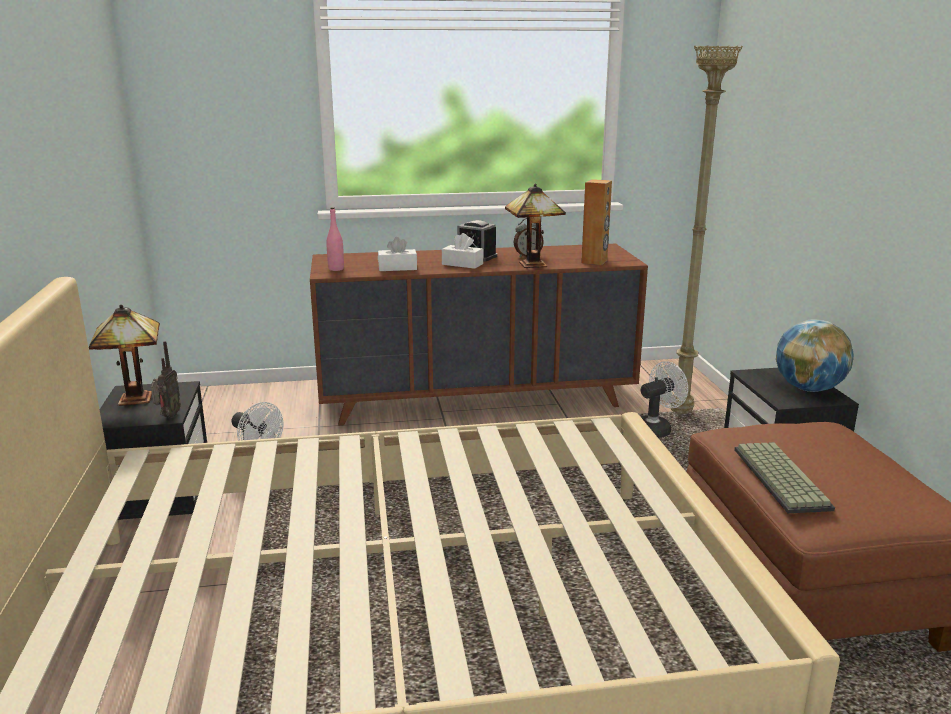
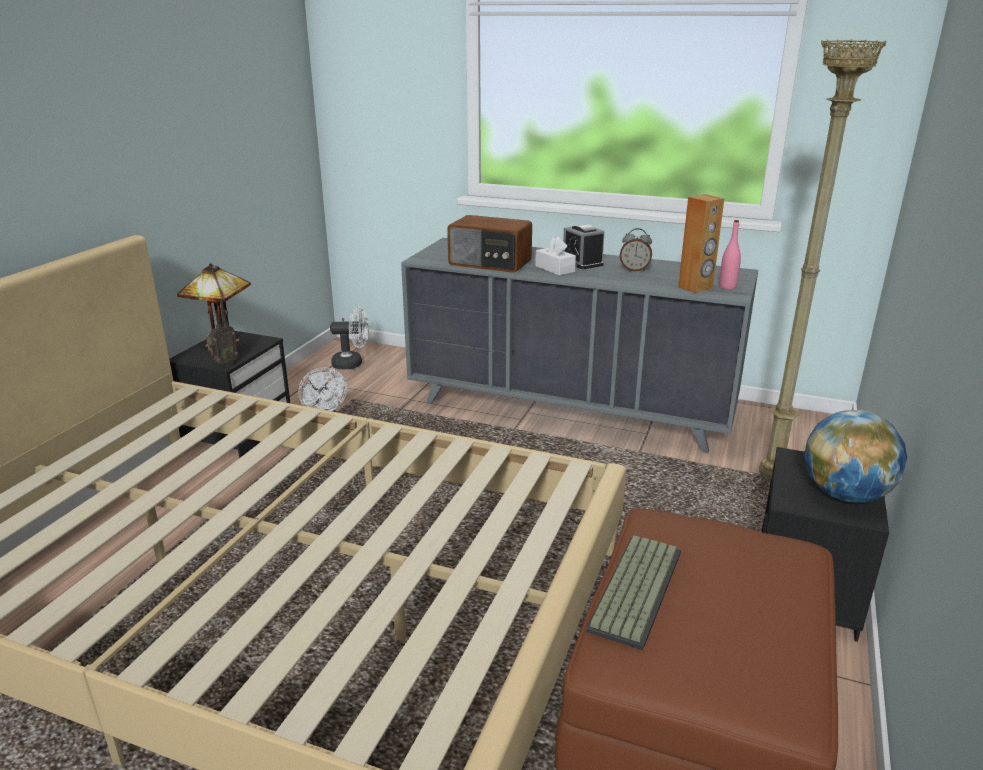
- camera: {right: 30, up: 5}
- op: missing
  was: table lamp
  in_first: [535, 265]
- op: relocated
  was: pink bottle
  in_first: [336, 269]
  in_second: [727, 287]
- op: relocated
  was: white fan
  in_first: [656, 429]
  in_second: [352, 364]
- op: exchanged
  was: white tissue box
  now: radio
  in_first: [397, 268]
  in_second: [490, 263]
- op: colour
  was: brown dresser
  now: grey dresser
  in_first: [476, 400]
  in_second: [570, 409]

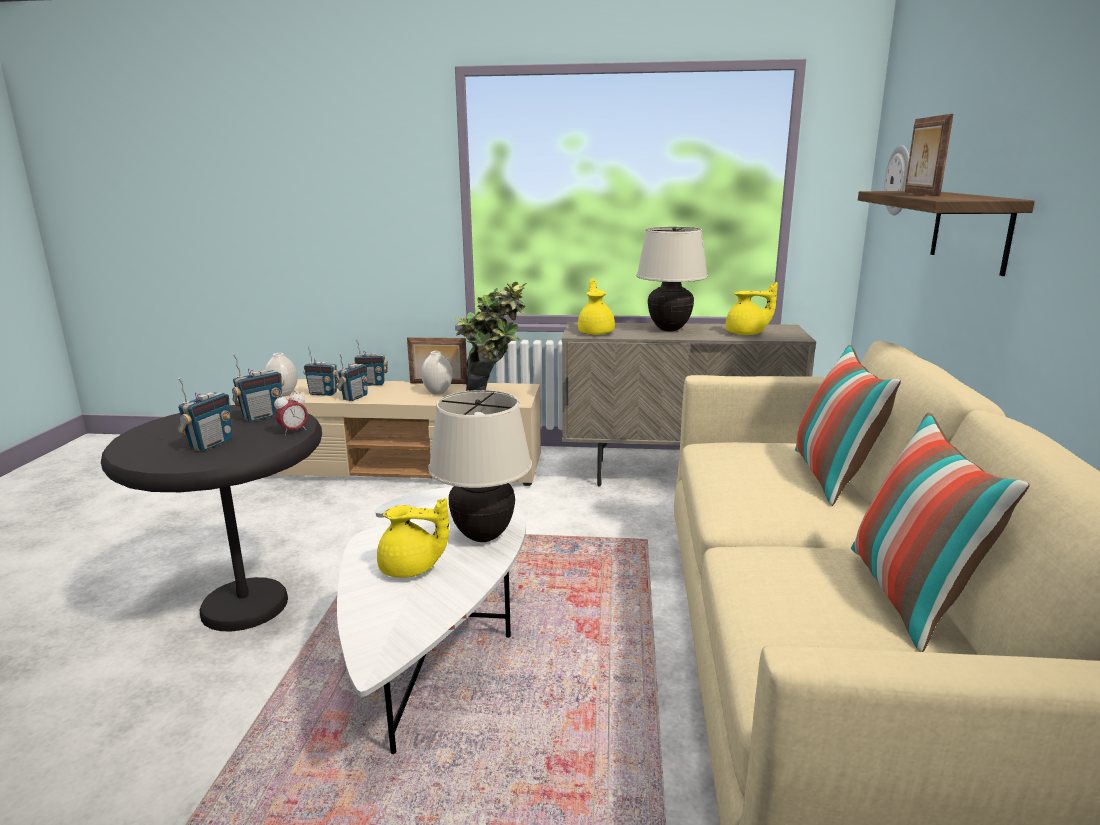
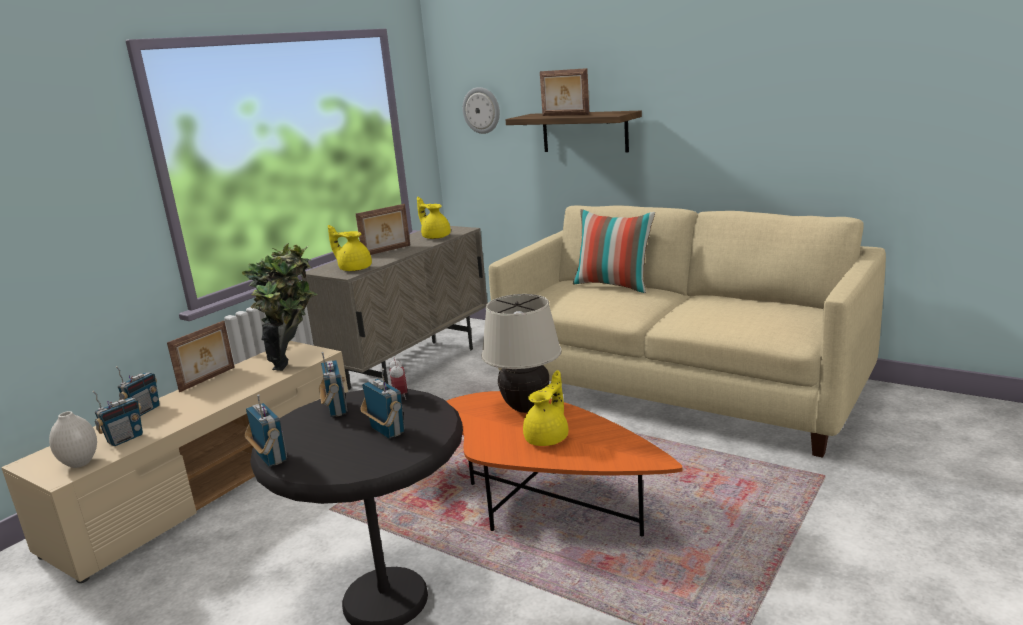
- camera: {right: -60, up: 0}
- op: missing
  was: white vase
  in_first: [437, 392]
- op: missing
  was: pillow
  in_first: [911, 597]
- op: relocated
  was: radio
  in_first: [355, 397]
  in_second: [270, 458]
- op: exchanged
  was: beige table lamp
  now: picture frame
  in_first: [669, 329]
  in_second: [387, 251]
- op: colour
  was: white coffee table
  now: orange coffee table
  in_first: [437, 644]
  in_second: [537, 503]
- op: spun
  was: yellow teapot
  in_first: [746, 334]
  in_second: [435, 237]
  clockwise: -75

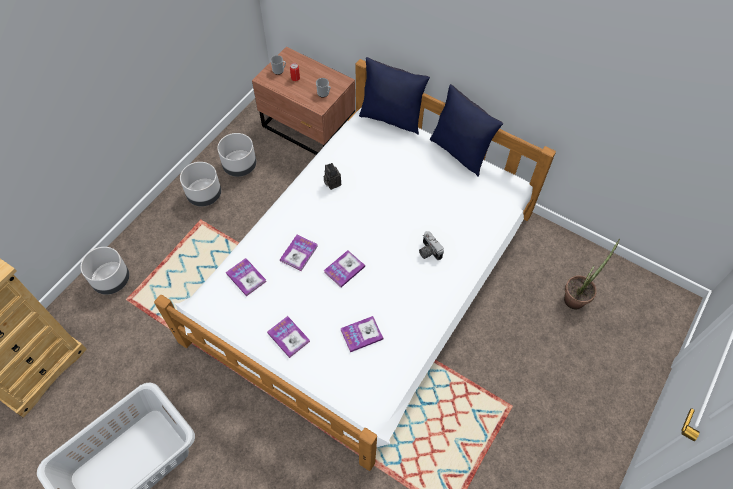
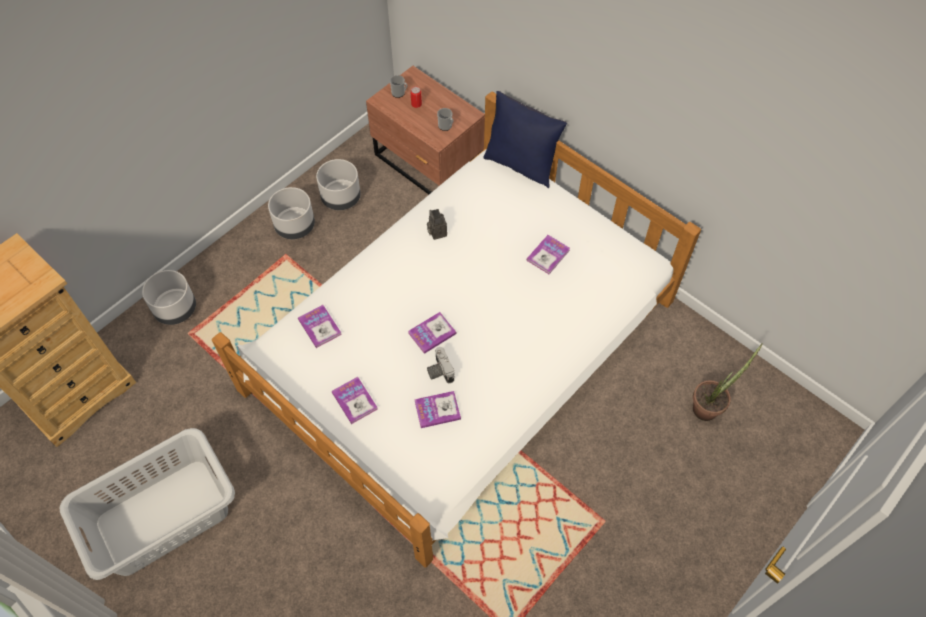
- camera: {right: 10, up: 0}
- op: missing
  was: blue pillow
  in_first: [460, 152]
- op: relocated
  was: book
  in_first: [299, 253]
  in_second: [548, 255]
- op: relocated
  was: photo camera
  in_first: [428, 251]
  in_second: [439, 371]

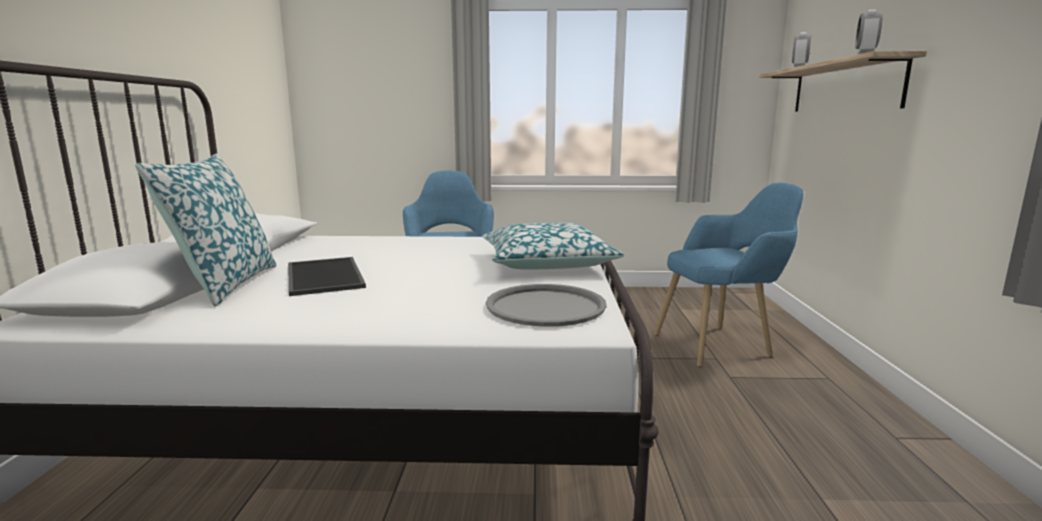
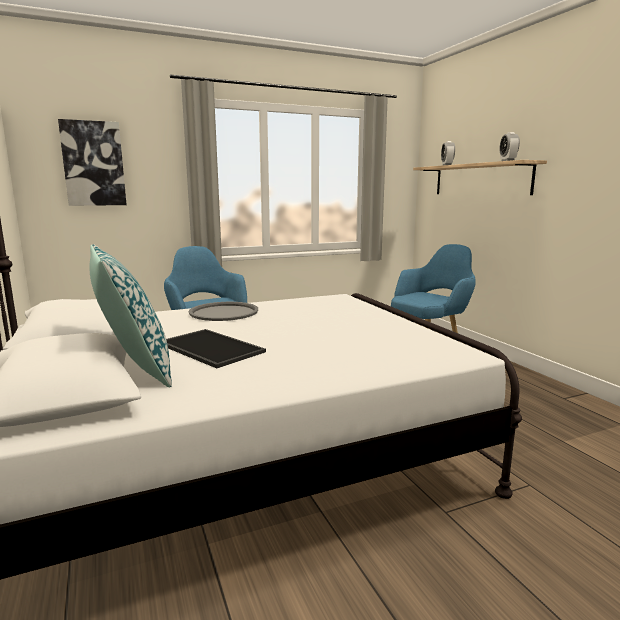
- camera: {right: -25, up: 0}
- op: missing
  was: pillow
  in_first: [547, 263]
- op: appeared
  now: picture
  in_second: [93, 164]
- op: relocated
  was: grey tray
  in_first: [545, 306]
  in_second: [224, 312]

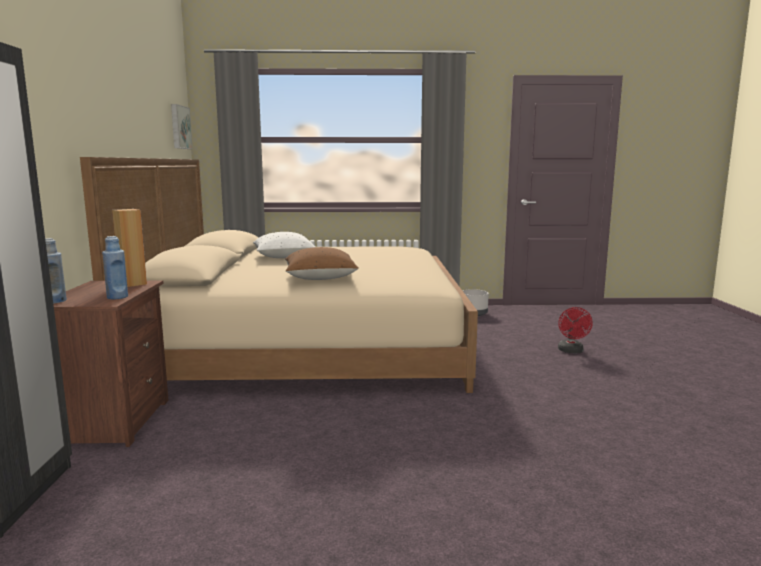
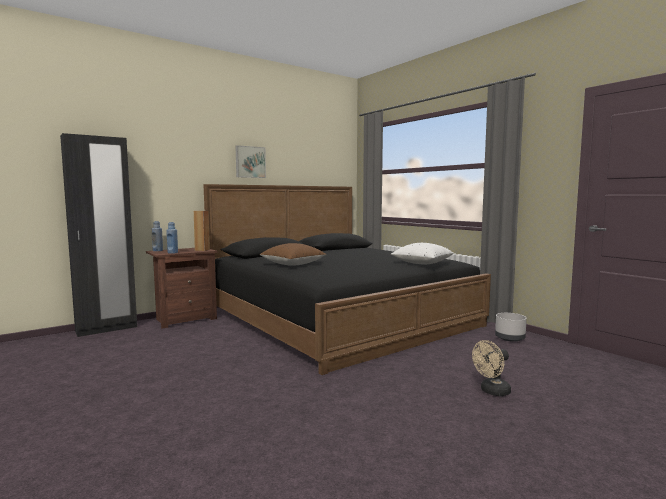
- camera: {right: 55, up: -5}
- op: relocated
  was: picture
  in_first: [179, 127]
  in_second: [250, 162]
- op: relocated
  was: white pillow
  in_first: [284, 257]
  in_second: [422, 263]
- op: colour
  was: beige bed
  now: black bed
  in_first: [307, 343]
  in_second: [338, 317]
- op: colour
  was: red fan
  now: beige fan
  in_first: [571, 351]
  in_second: [492, 391]

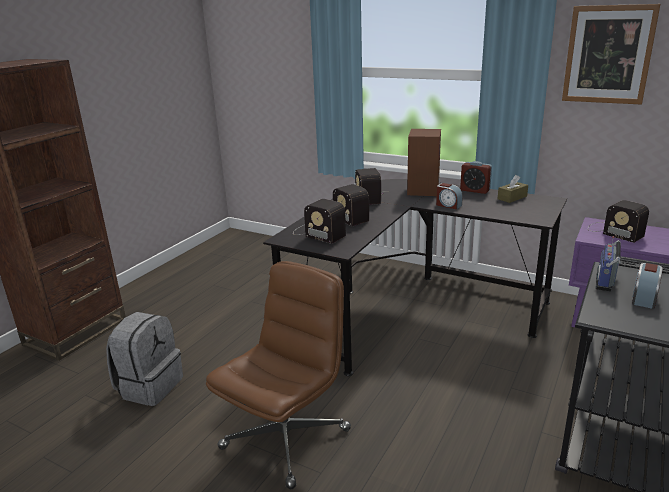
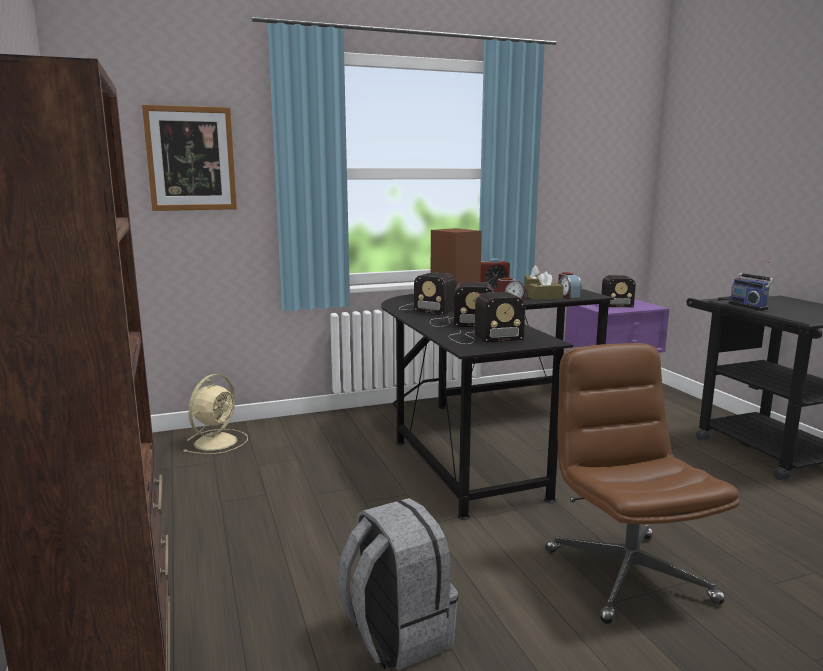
- camera: {right: -50, up: -10}
- op: appeared
  now: beige fan
  in_second: [217, 441]
- op: appeared
  now: brown tissue box
  in_second: [545, 297]
- op: relocated
  was: picture
  in_first: [608, 55]
  in_second: [191, 159]
- op: relocated
  was: alarm clock
  in_first: [644, 298]
  in_second: [568, 295]

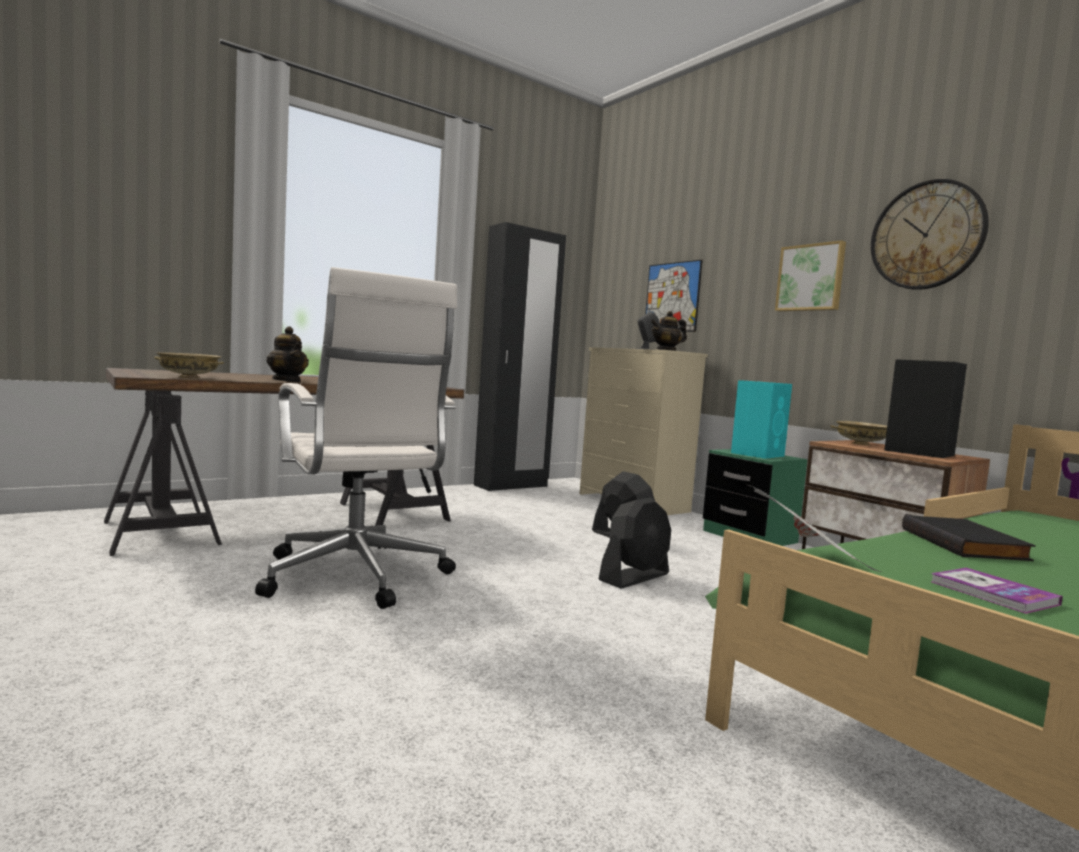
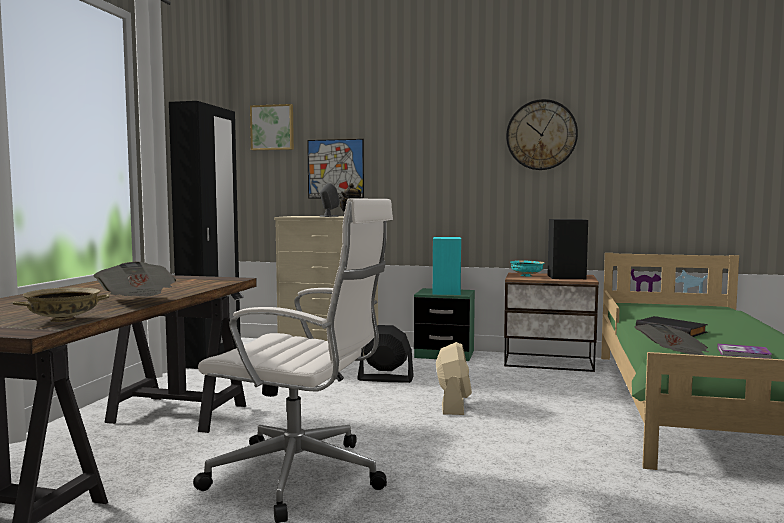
- camera: {right: -40, up: 0}
- op: relocated
  was: picture
  in_first: [811, 278]
  in_second: [272, 127]
- op: exchanged
  was: teapot
  now: newspaper
  in_first: [287, 381]
  in_second: [138, 302]
- op: colour
  was: black fan
  now: beige fan
  in_first: [635, 577]
  in_second: [453, 404]
- op: colour
  was: beige bowl
  now: turquoise bowl
  in_first: [861, 444]
  in_second: [527, 275]

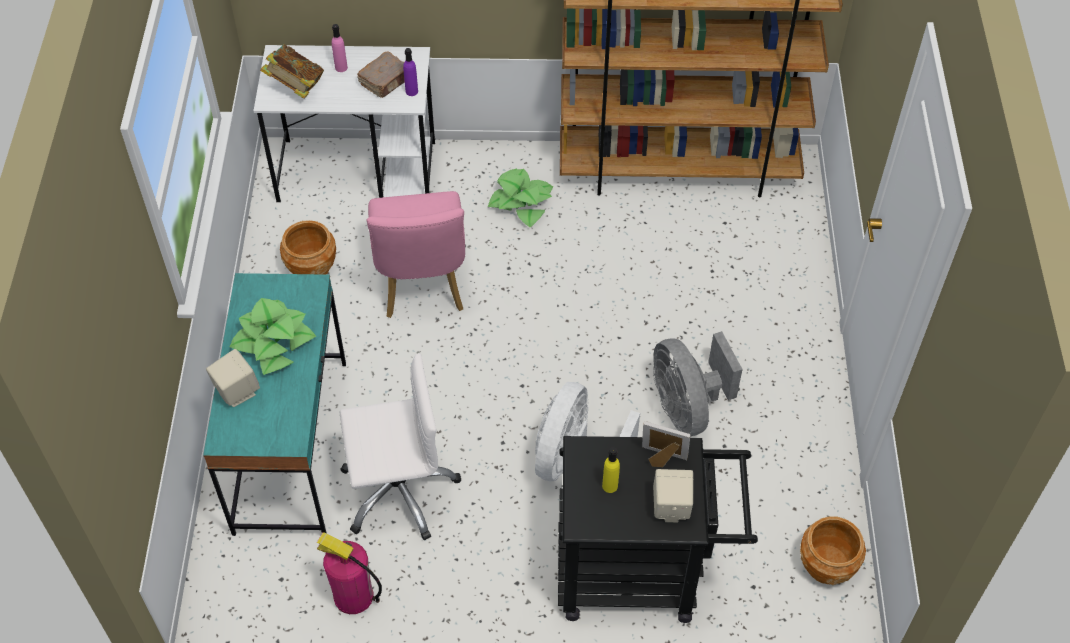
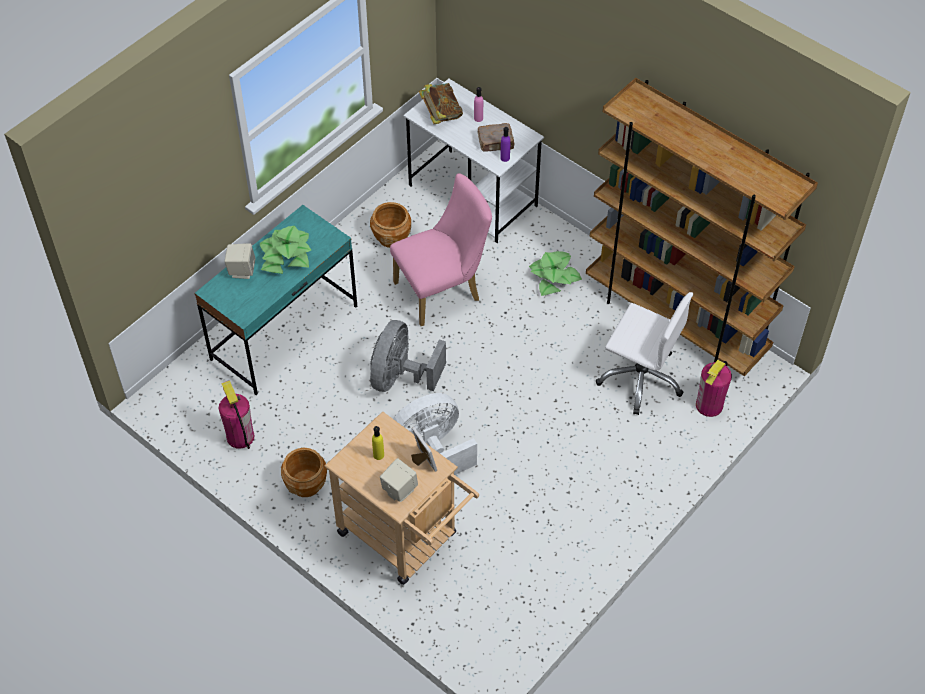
- camera: {right: 40, up: 0}
- op: appeared
  now: fire extinguisher
  in_second: [709, 405]
- op: relocated
  was: white office chair
  in_first: [398, 490]
  in_second: [640, 378]
- op: relocated
  was: grey fan
  in_first: [686, 407]
  in_second: [400, 377]
- op: relocated
  was: brown planter
  in_first: [826, 565]
  in_second: [306, 484]
- op: colour
  was: black cart
  now: beige cart
  in_first: [641, 572]
  in_second: [404, 539]
- op: spun
  was: pink chair
  in_first: [422, 287]
  in_second: [443, 290]
  clockwise: -150

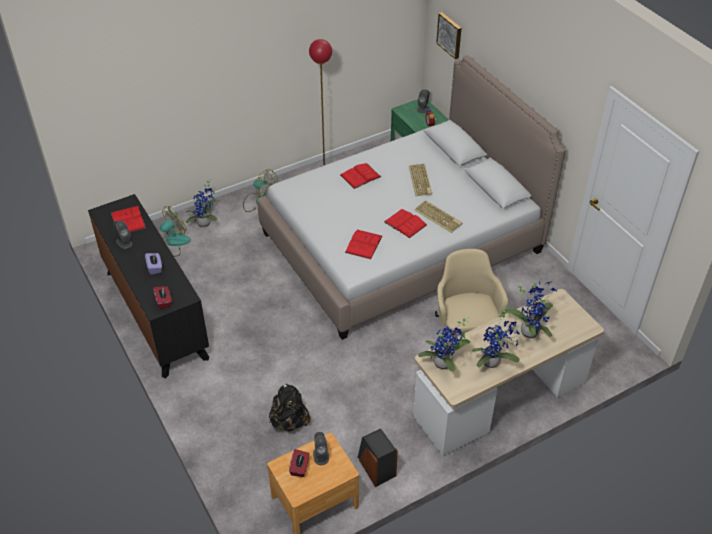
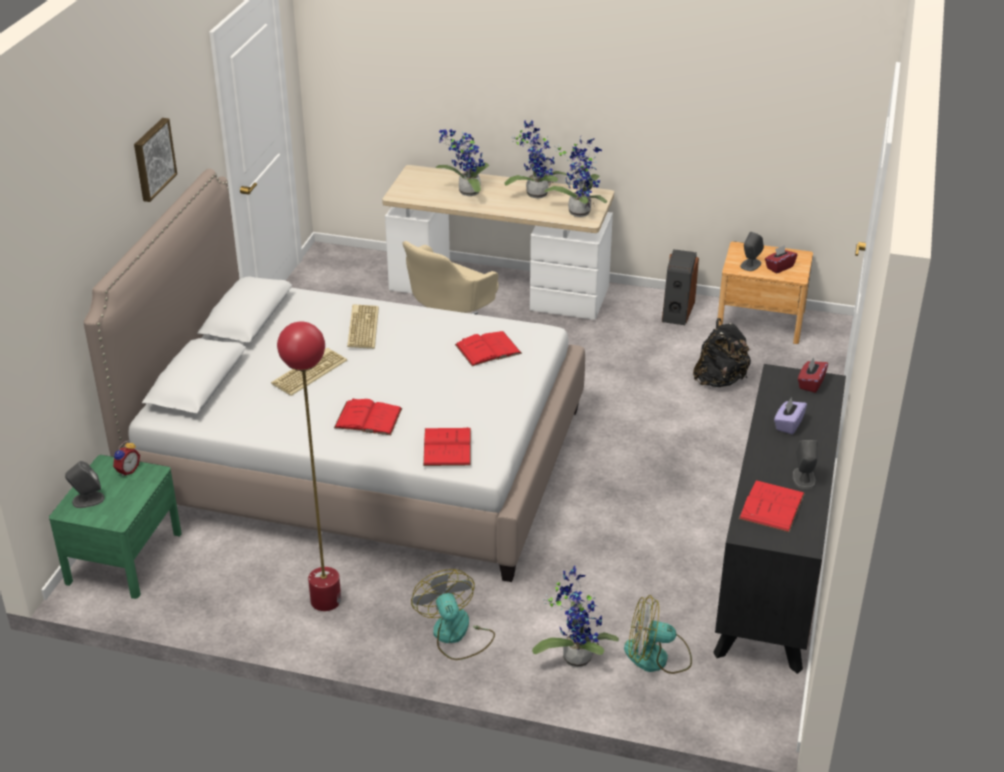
- camera: {right: -135, up: -10}
- op: relocated
  was: red book
  in_first: [405, 223]
  in_second: [447, 447]
- op: relocated
  was: picture
  in_first: [450, 35]
  in_second: [152, 159]

